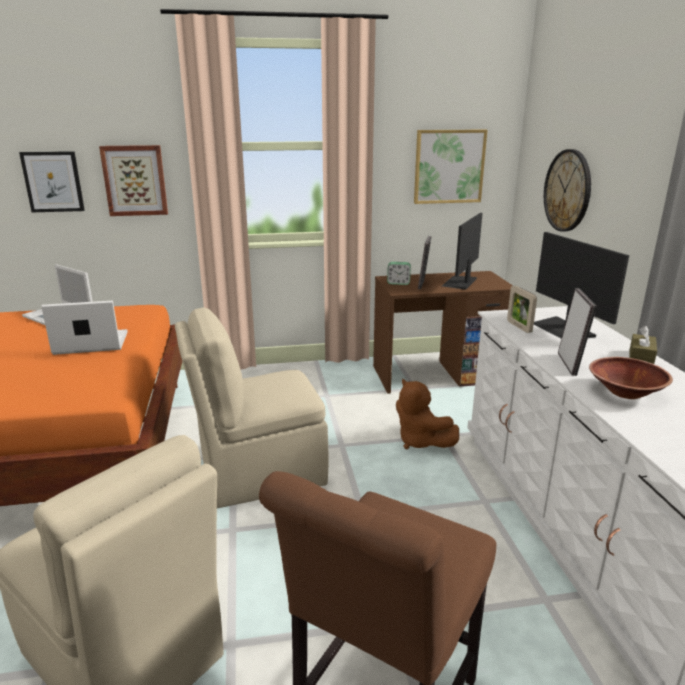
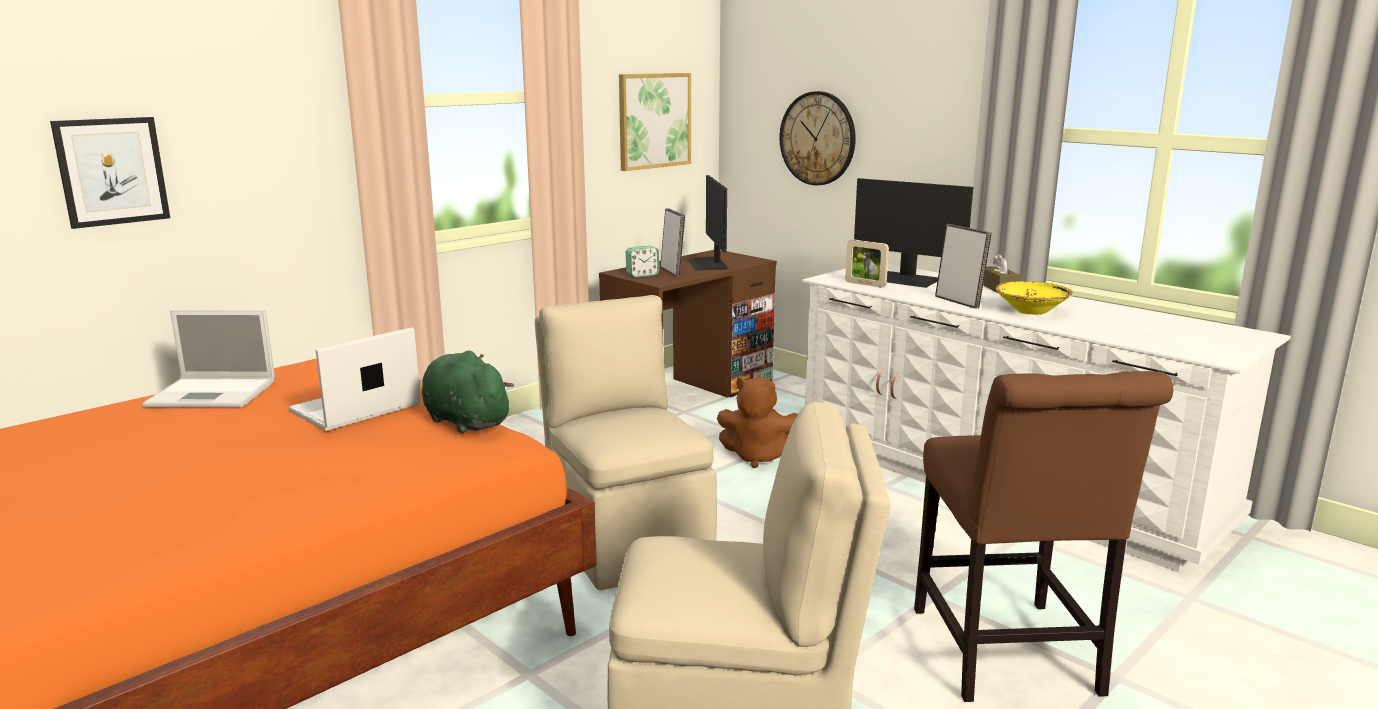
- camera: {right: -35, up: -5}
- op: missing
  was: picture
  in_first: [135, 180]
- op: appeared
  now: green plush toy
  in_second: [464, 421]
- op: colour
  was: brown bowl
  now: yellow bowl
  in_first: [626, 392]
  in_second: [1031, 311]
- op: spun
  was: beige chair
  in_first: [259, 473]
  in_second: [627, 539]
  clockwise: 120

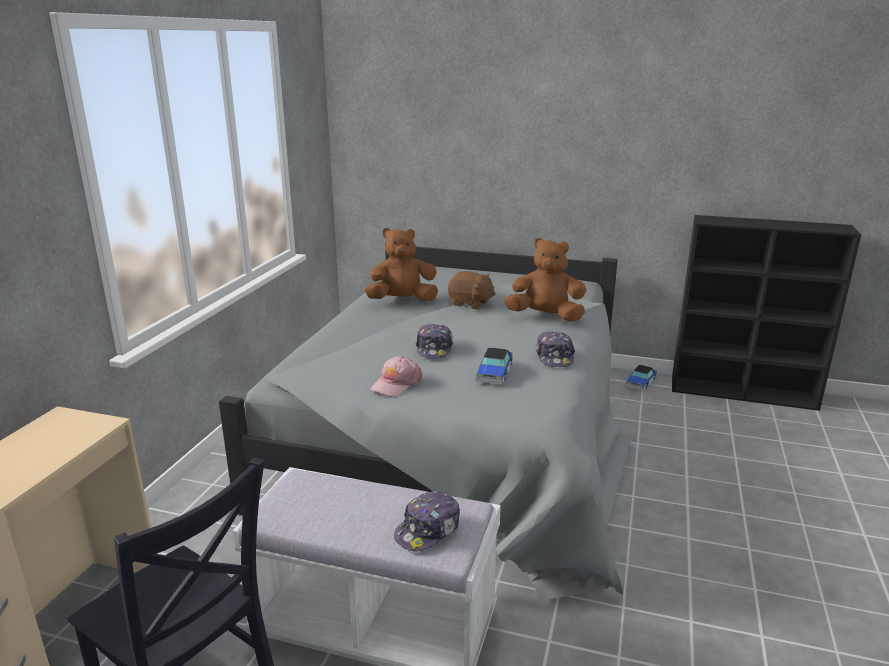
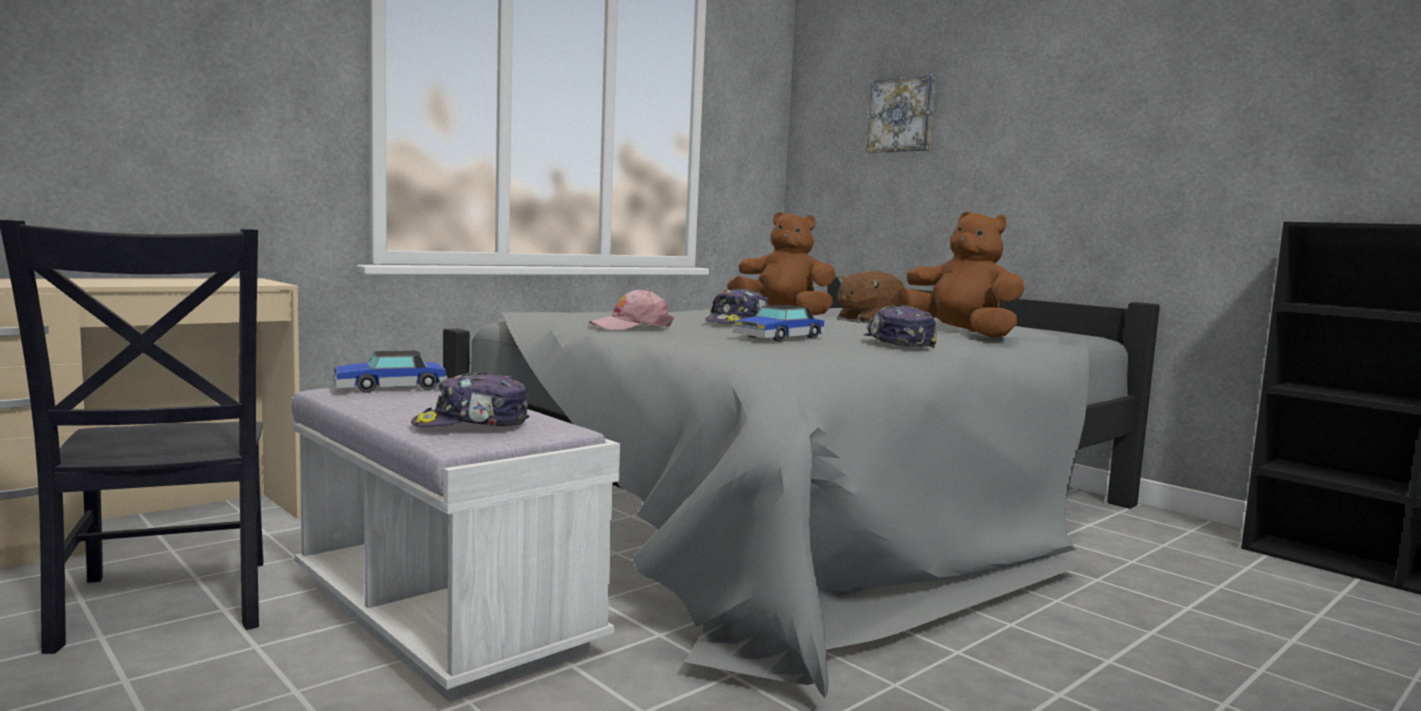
- camera: {right: 30, up: -15}
- op: appeared
  now: picture
  in_second: [902, 115]
- op: relocated
  was: toy car
  in_first: [640, 382]
  in_second: [390, 387]
- op: spun
  was: brown plush toy
  in_first: [470, 304]
  in_second: [868, 321]
  clockwise: 90
- op: spun
  was: cap
  in_first: [554, 357]
  in_second: [898, 343]
  clockwise: 135

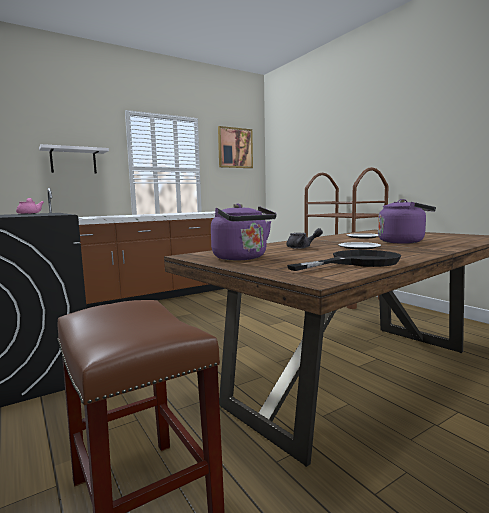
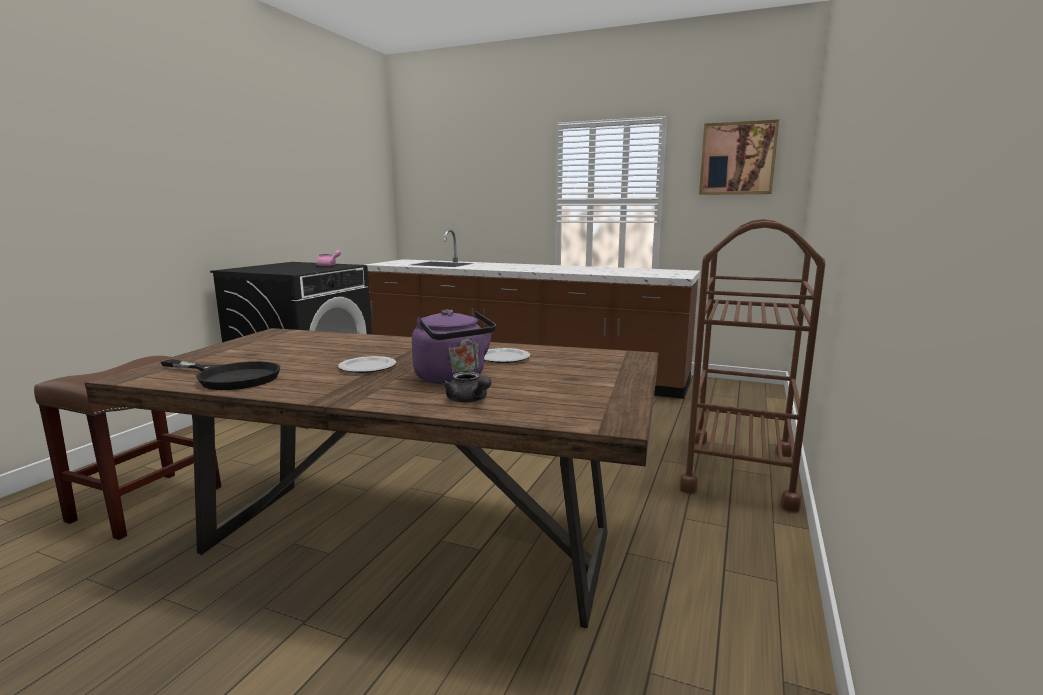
- camera: {right: 55, up: 5}
- op: missing
  was: white shelf
  in_first: [73, 161]
- op: missing
  was: purple kettle
  in_first: [242, 258]
- op: relocated
  was: grey teapot
  in_first: [302, 247]
  in_second: [469, 401]

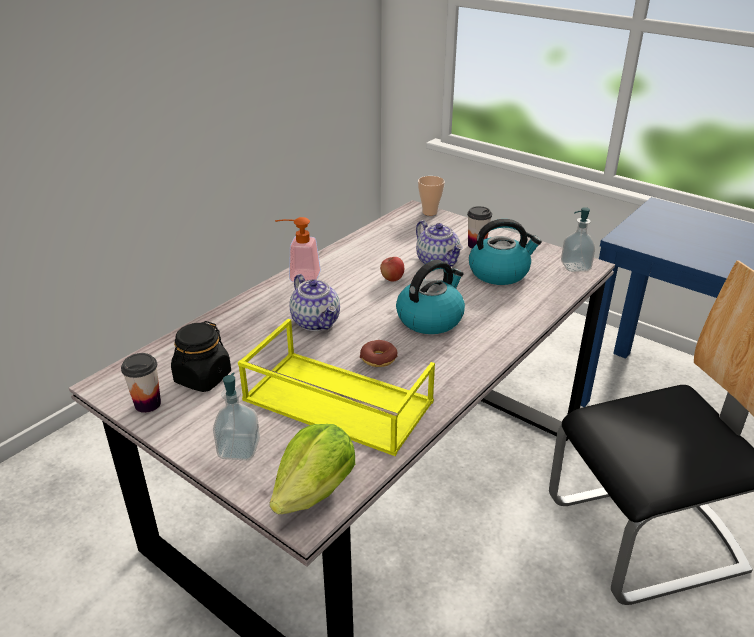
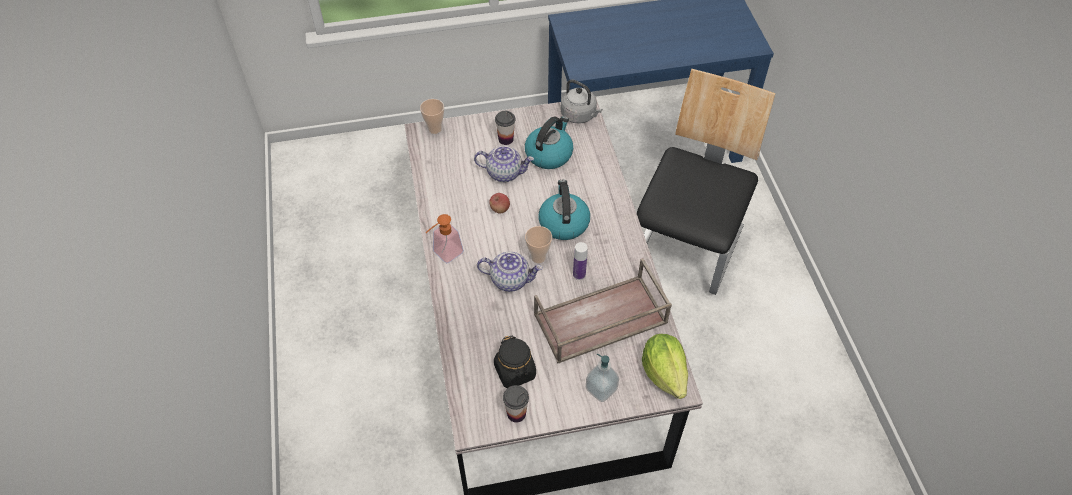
- camera: {right: -50, up: 20}
- op: appeared
  now: cup
  in_second: [538, 257]
- op: exchanged
  was: donut
  now: bottle
  in_first: [378, 359]
  in_second: [579, 274]
- op: exchanged
  was: soap dispenser
  now: grey kettle
  in_first: [575, 266]
  in_second: [580, 115]
- op: colour
  was: yellow tray
  now: brown tray
  in_first: [335, 401]
  in_second: [599, 320]

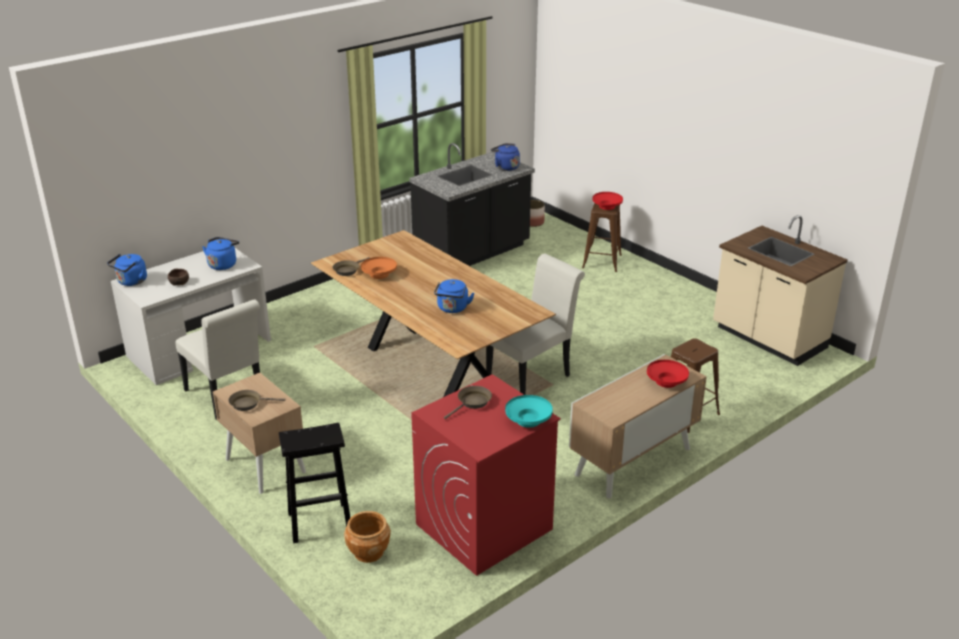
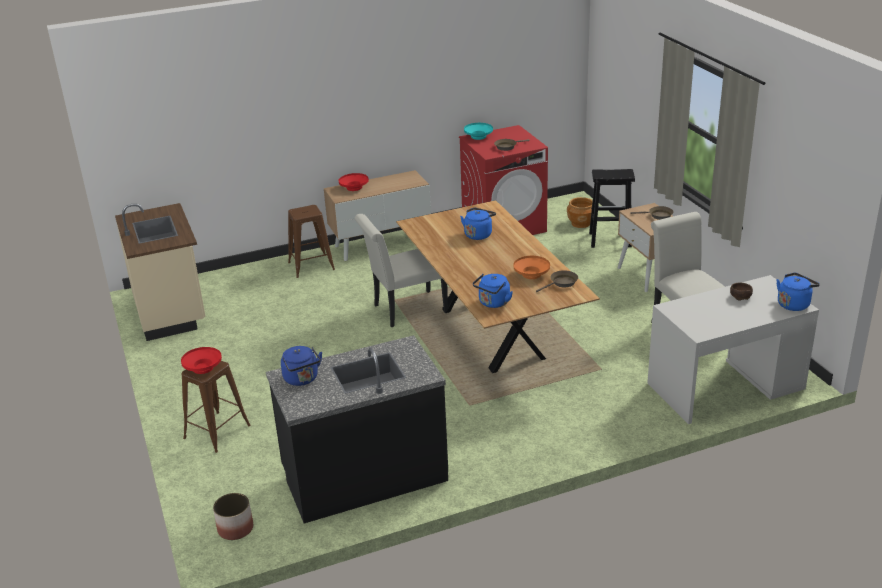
- camera: {right: -160, up: 0}
- op: relocated
  was: blue kettle
  in_first: [223, 264]
  in_second: [493, 303]

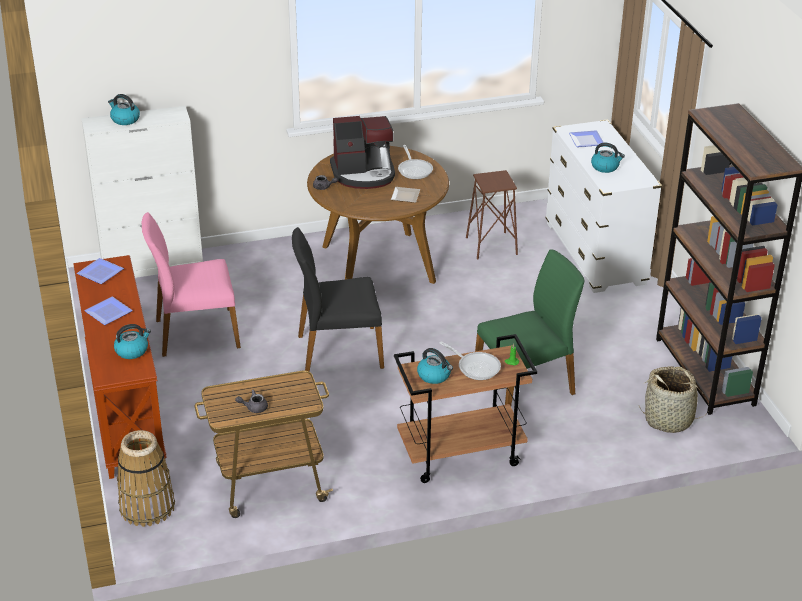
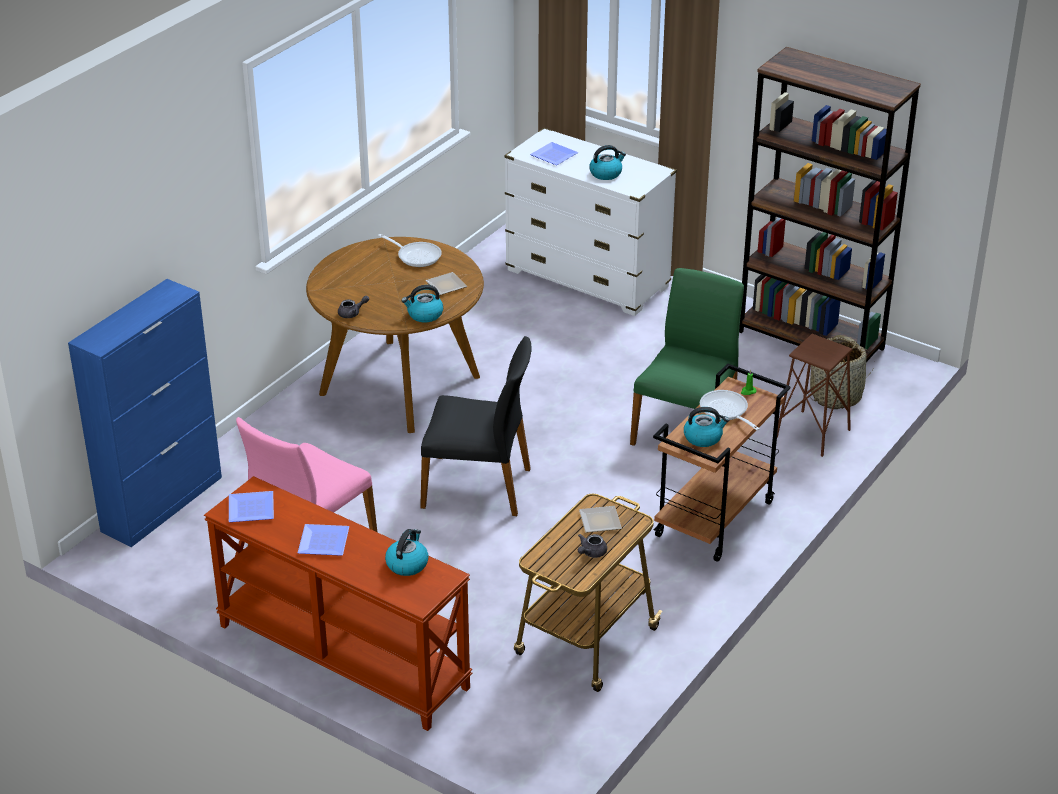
- camera: {right: -40, up: 0}
- op: missing
  was: basket
  in_first: [147, 507]
- op: missing
  was: coffee machine
  in_first: [364, 174]
- op: appeared
  now: plate
  in_second: [598, 521]
- op: relocated
  was: kettle
  in_first: [125, 119]
  in_second: [424, 315]
- op: relocated
  was: brown stool
  in_first: [491, 246]
  in_second: [812, 433]
- op: colour
  was: white cabinet
  now: blue cabinet
  in_first: [153, 266]
  in_second: [163, 504]
- op: spun
  was: black chair
  in_first: [338, 350]
  in_second: [478, 487]
  clockwise: -120
- op: spun
  was: frying pan
  in_first: [476, 367]
  in_second: [726, 411]
  clockwise: -120

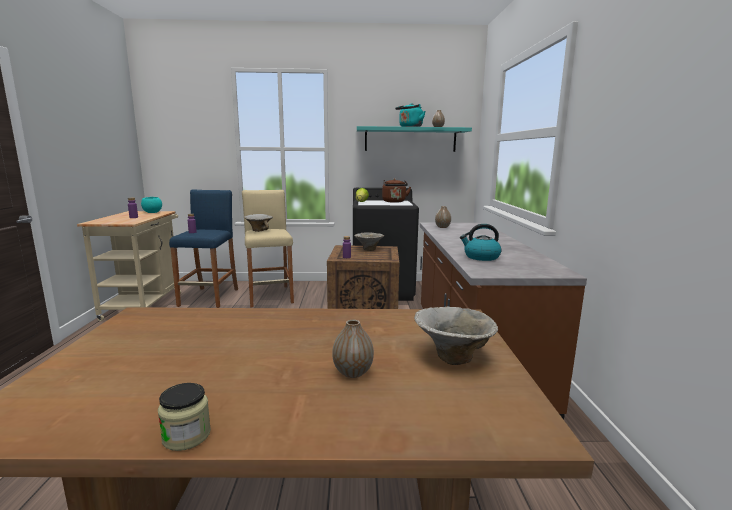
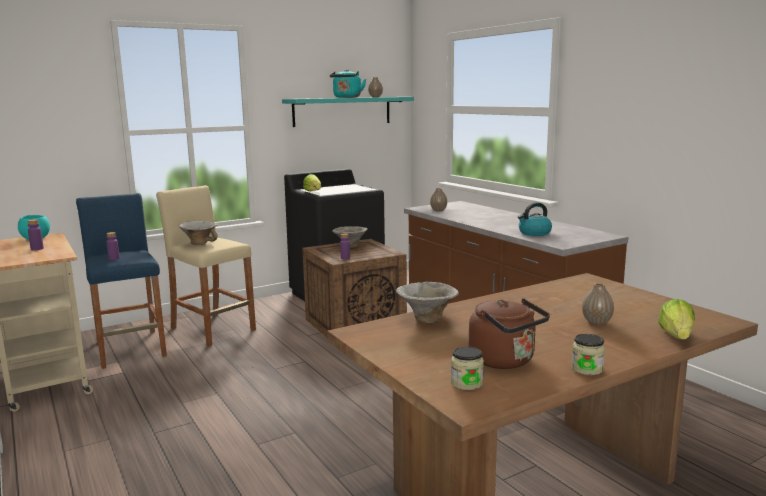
- camera: {right: -30, up: 0}
- op: appeared
  now: jar
  in_second: [466, 383]
- op: appeared
  now: lettuce
  in_second: [676, 336]
- op: relocated
  was: brown kettle
  in_first: [394, 202]
  in_second: [505, 361]
- op: relocated
  was: bowl
  in_first: [453, 357]
  in_second: [426, 319]

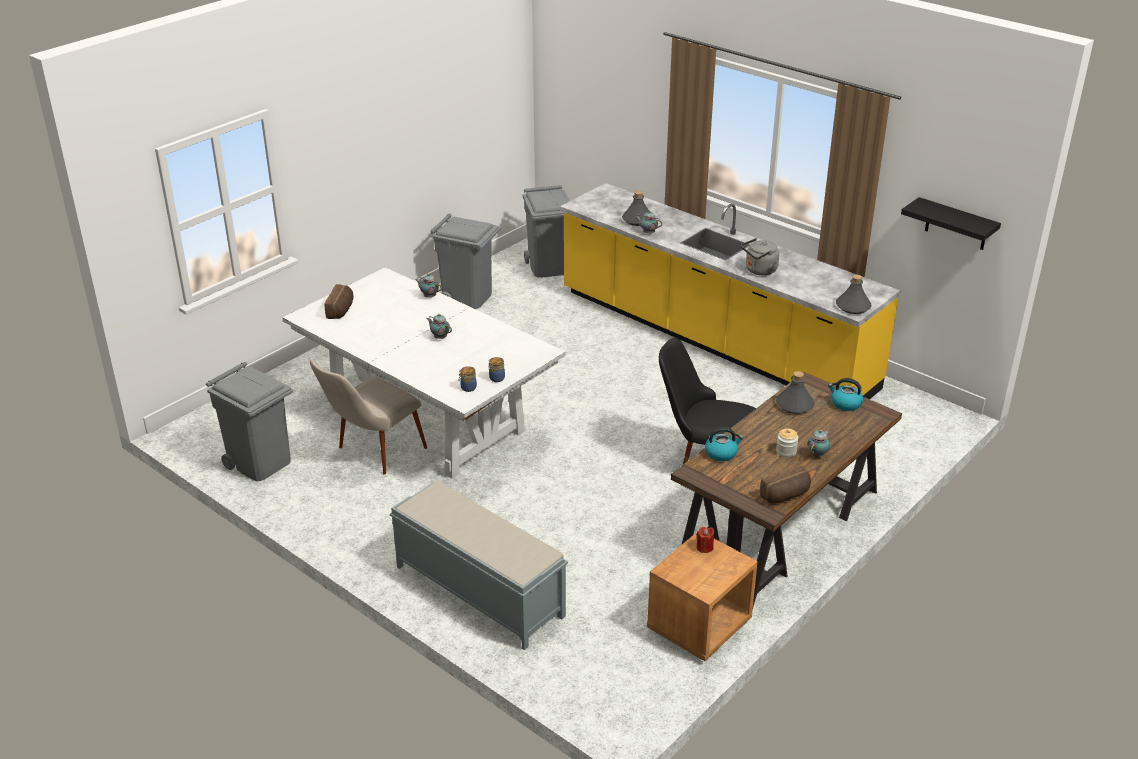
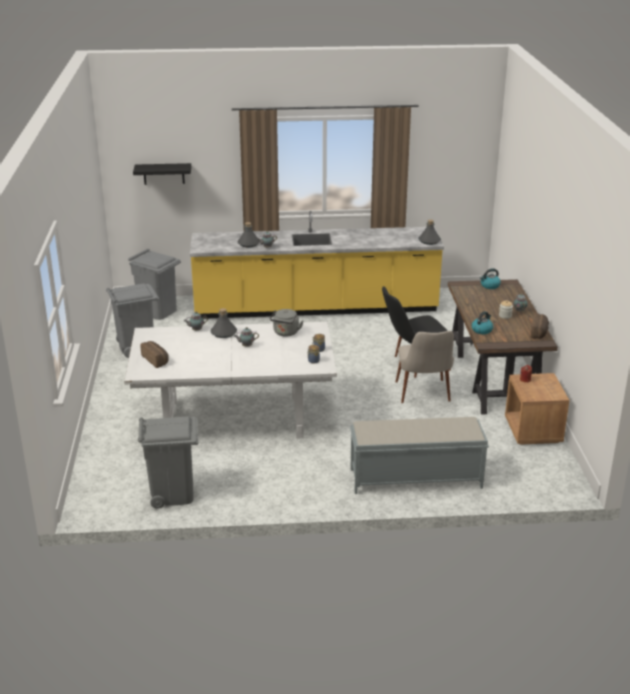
- camera: {right: -45, up: -5}
- op: relocated
  was: beige chair
  in_first: [372, 454]
  in_second: [424, 397]
- op: relocated
  was: grey kettle
  in_first: [759, 271]
  in_second: [285, 333]
- op: relocated
  was: grey bottle
  in_first: [794, 405]
  in_second: [223, 333]
- op: relocated
  was: black shelf
  in_first: [956, 224]
  in_second: [163, 174]

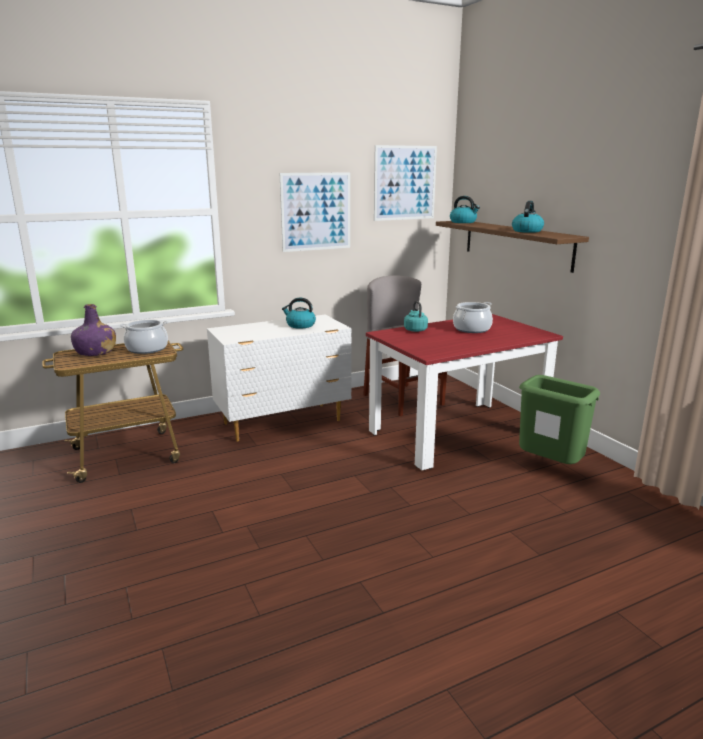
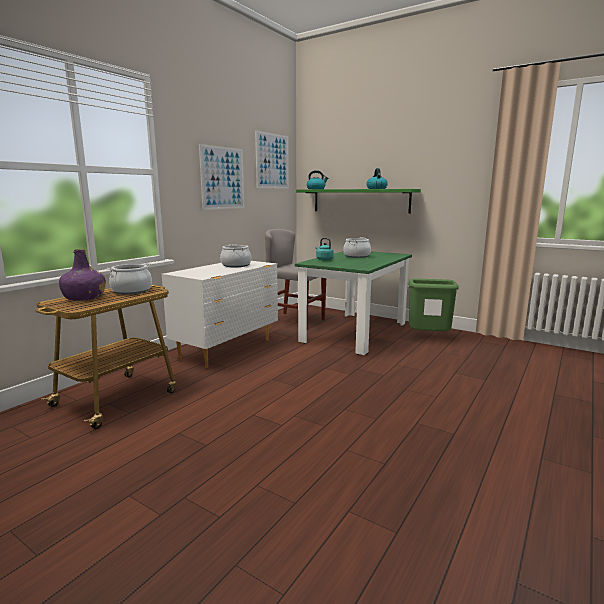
- camera: {right: -30, up: -5}
- op: exchanged
  was: kettle
  now: cooking pot
  in_first: [300, 325]
  in_second: [236, 265]
- op: colour
  was: red dining table
  now: green dining table
  in_first: [456, 434]
  in_second: [355, 332]
- op: colour
  was: brown shelf
  now: green shelf
  in_first: [516, 244]
  in_second: [360, 200]

